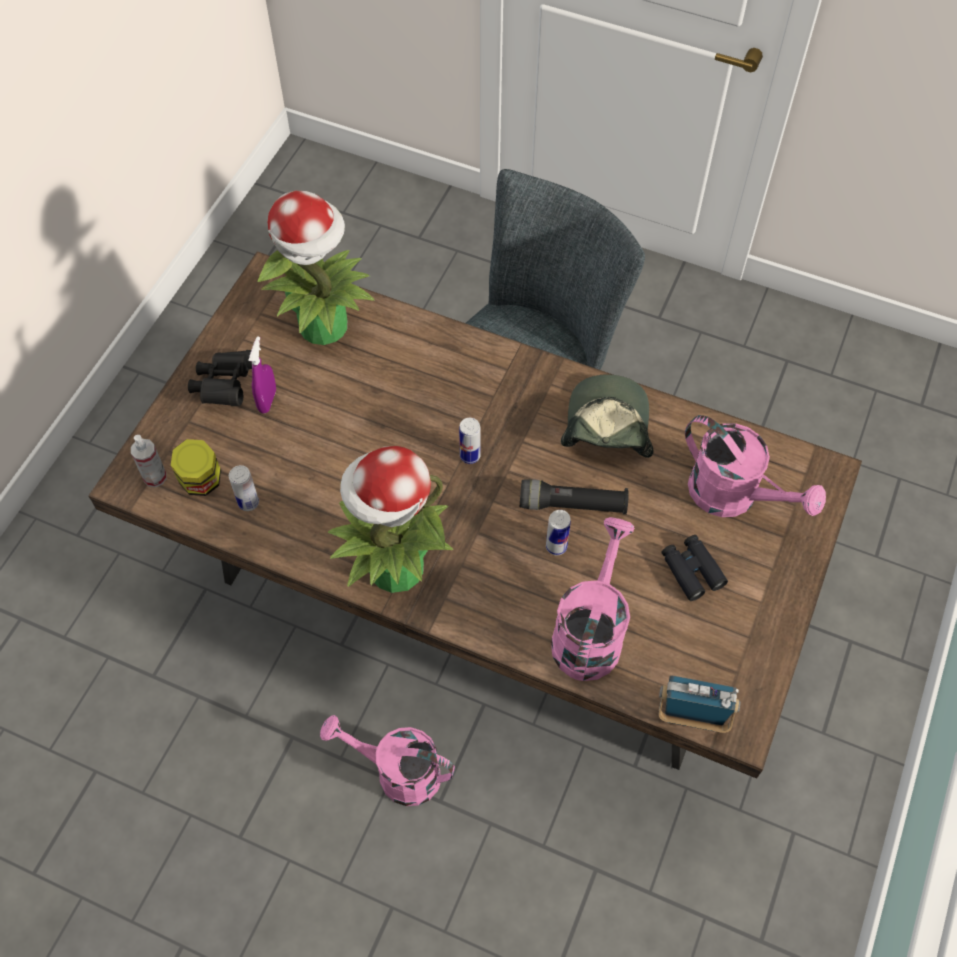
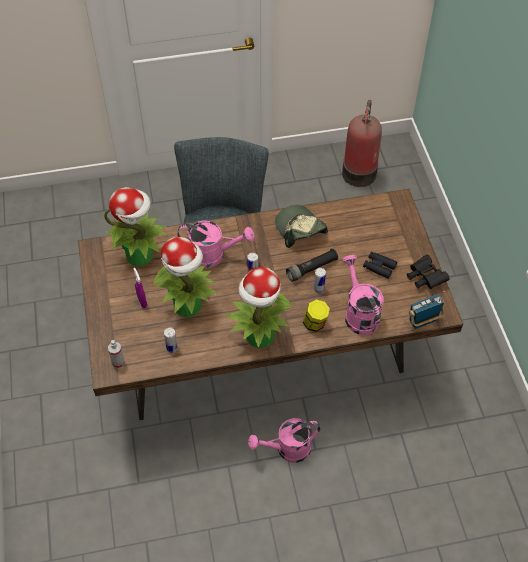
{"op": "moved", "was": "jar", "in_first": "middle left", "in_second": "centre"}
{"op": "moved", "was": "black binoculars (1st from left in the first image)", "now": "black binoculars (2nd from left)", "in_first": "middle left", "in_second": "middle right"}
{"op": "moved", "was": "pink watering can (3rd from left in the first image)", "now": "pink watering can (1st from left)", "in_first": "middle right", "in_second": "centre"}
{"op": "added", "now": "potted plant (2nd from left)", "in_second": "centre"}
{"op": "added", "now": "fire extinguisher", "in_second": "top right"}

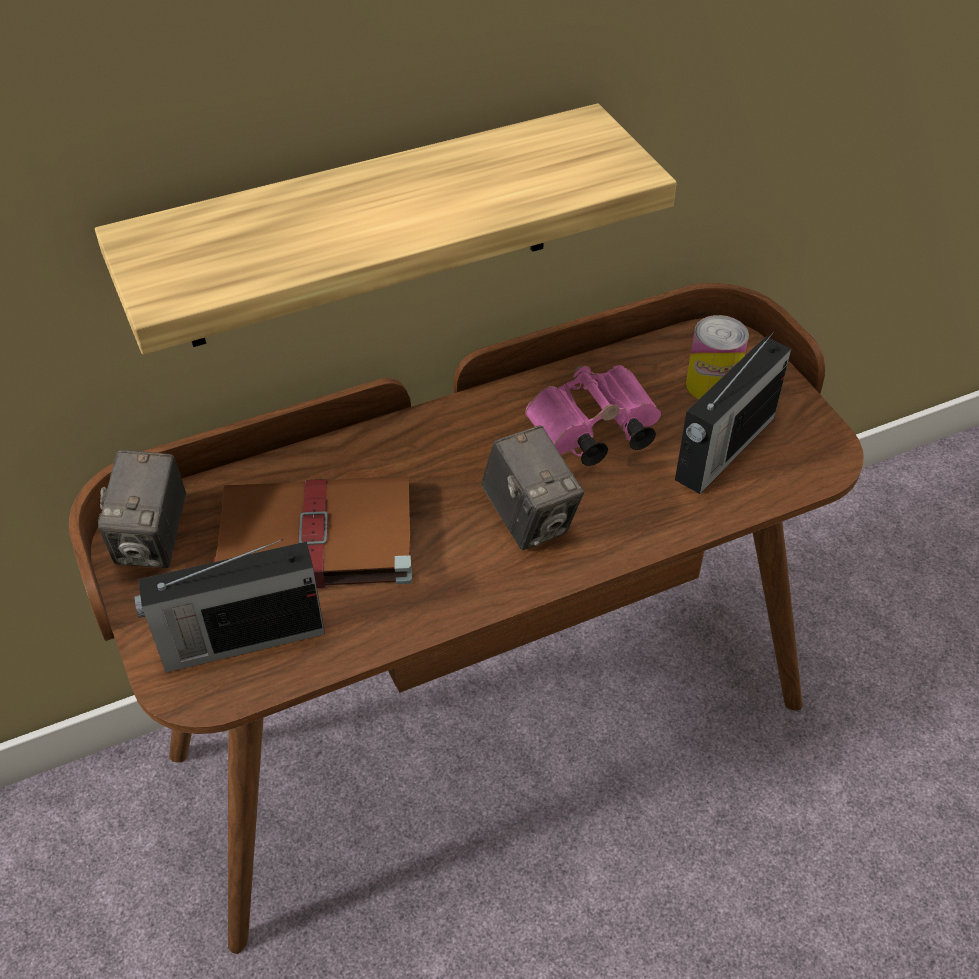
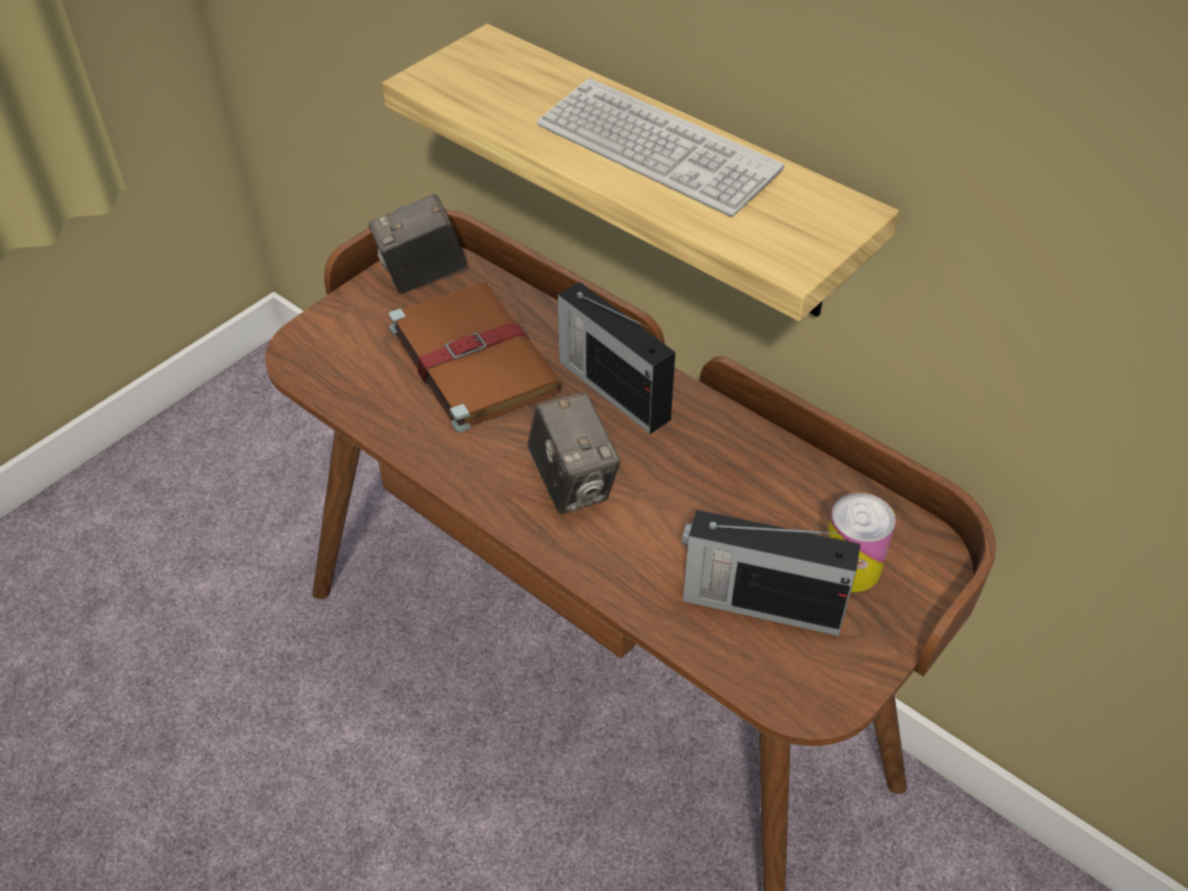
{"op": "moved", "was": "radio (1st from left)", "in_first": "middle left", "in_second": "centre"}
{"op": "turned", "was": "photo camera (2nd from left)", "in_first": "centre", "in_second": "centre", "clockwise": -60}
{"op": "removed", "was": "pink binoculars", "in_first": "centre"}
{"op": "added", "now": "keyboard", "in_second": "top centre"}

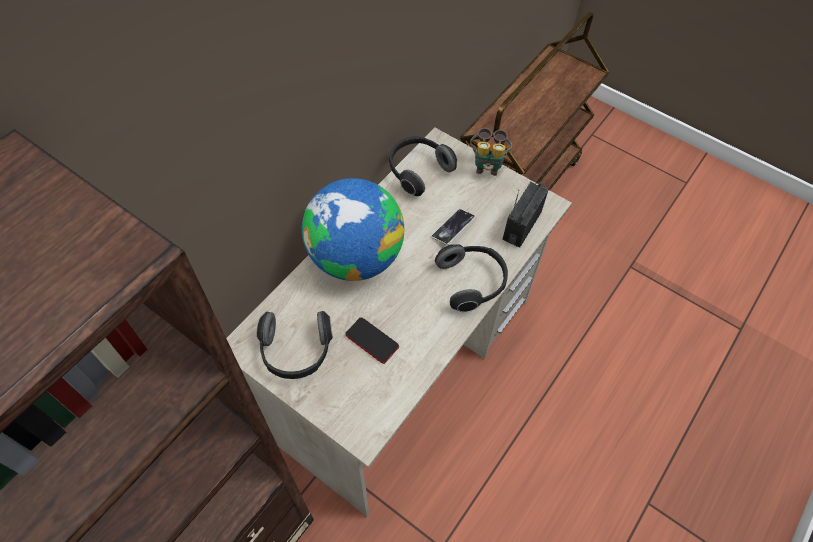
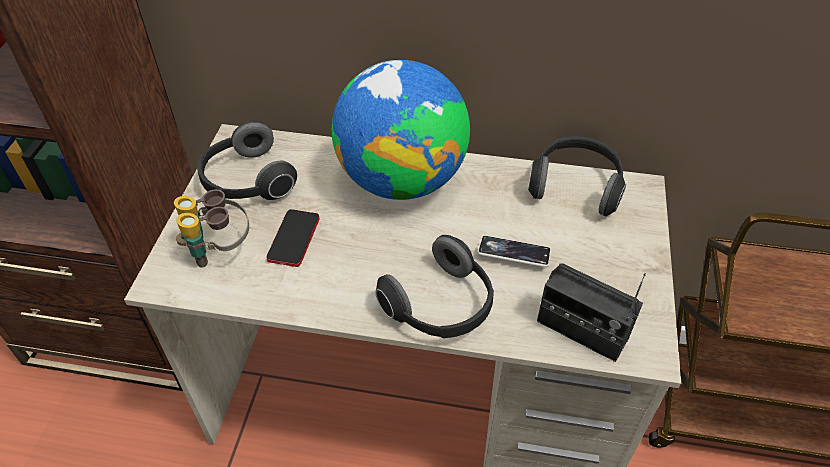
{"op": "moved", "was": "binoculars", "in_first": "top centre", "in_second": "middle left"}
{"op": "turned", "was": "radio", "in_first": "centre", "in_second": "bottom right", "clockwise": -150}

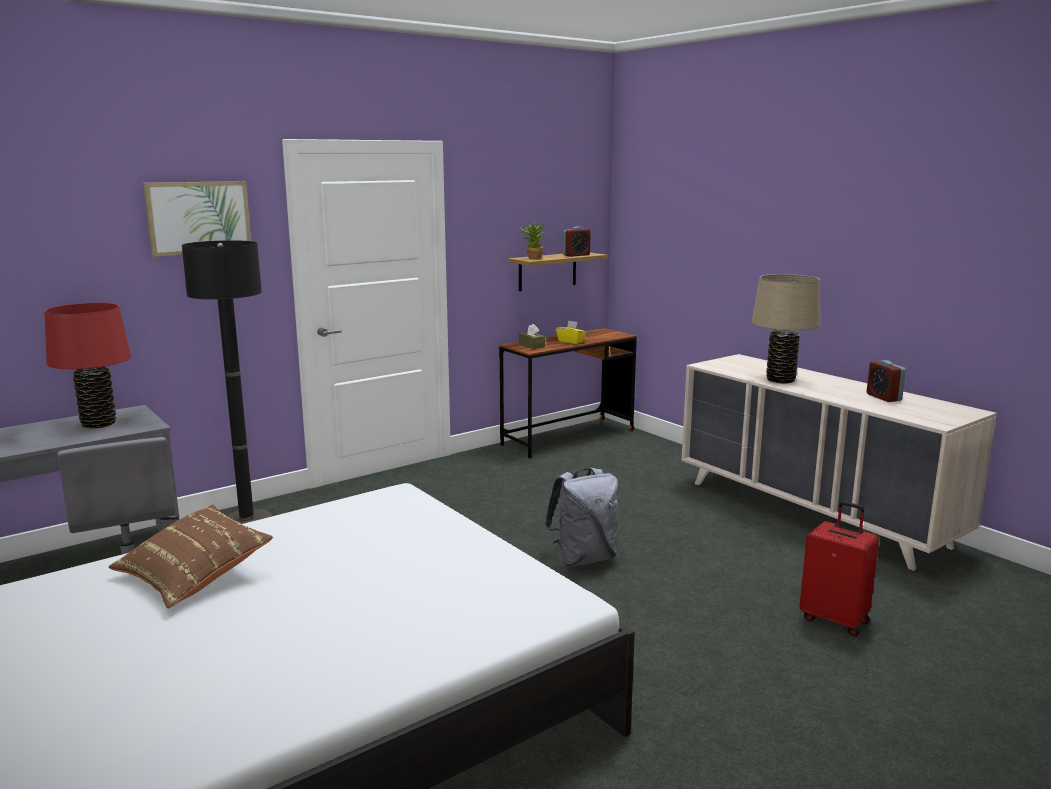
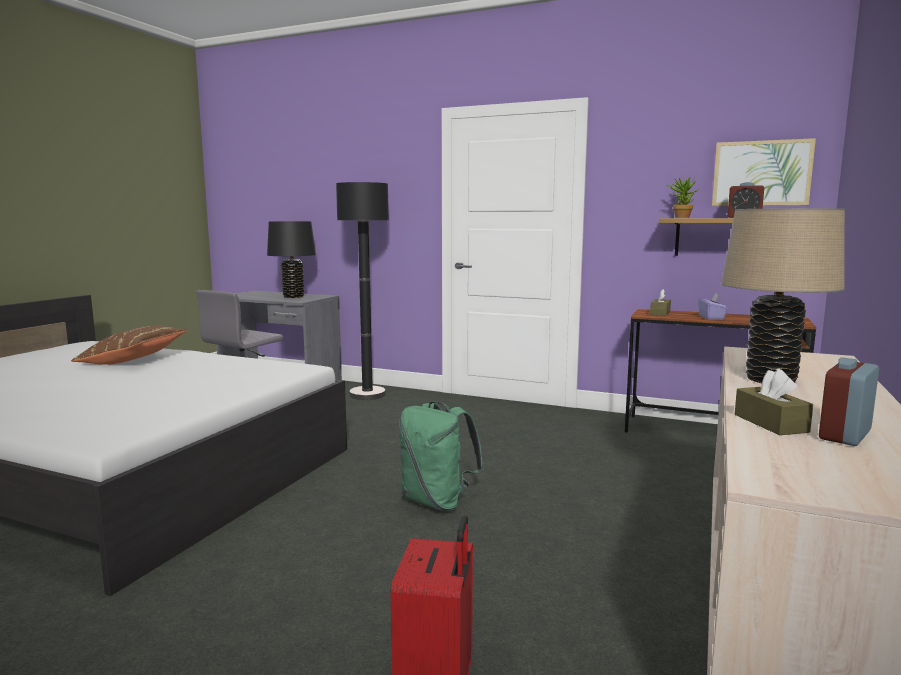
{"op": "recoloured", "was": "red table lamp", "now": "black table lamp", "in_first": "middle left", "in_second": "middle left"}
{"op": "moved", "was": "picture", "in_first": "top left", "in_second": "top right"}
{"op": "recoloured", "was": "grey backpack", "now": "green backpack", "in_first": "centre", "in_second": "bottom centre"}
{"op": "recoloured", "was": "yellow tissue box", "now": "purple tissue box", "in_first": "centre", "in_second": "middle right"}
{"op": "added", "now": "brown tissue box (2nd from left)", "in_second": "middle right"}

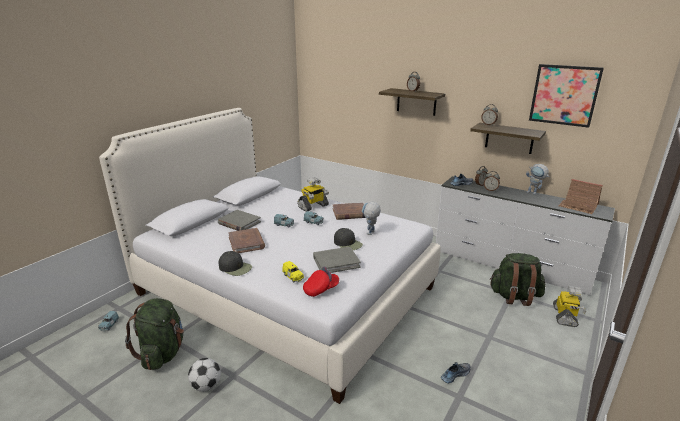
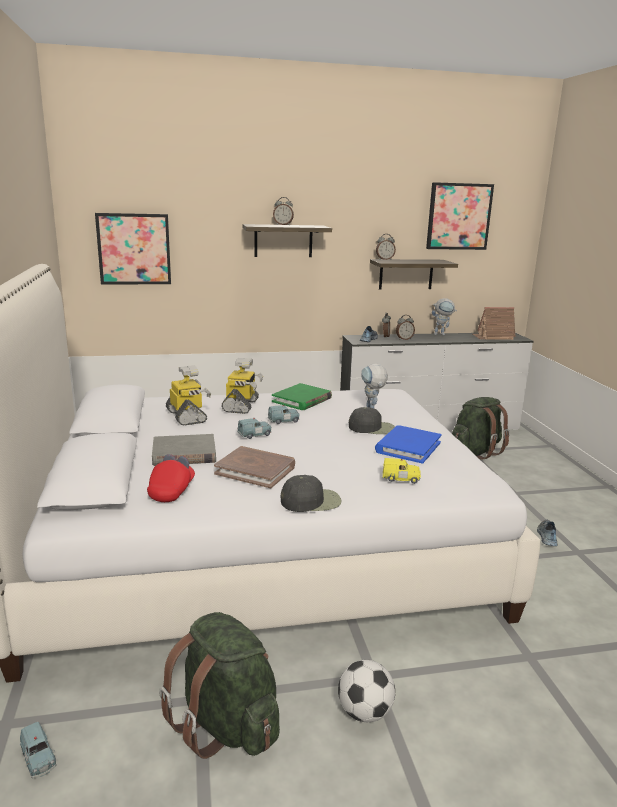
{"op": "moved", "was": "red cap", "in_first": "bottom centre", "in_second": "middle left"}
{"op": "recoloured", "was": "grey book (2nd from left)", "now": "blue book", "in_first": "centre", "in_second": "centre"}
{"op": "recoloured", "was": "brown book (2nd from left)", "now": "green book", "in_first": "centre", "in_second": "centre"}
{"op": "moved", "was": "toy robot (4th from left in the first image)", "now": "toy robot (1st from left)", "in_first": "bottom right", "in_second": "middle left"}
{"op": "added", "now": "picture (1st from left)", "in_second": "top left"}

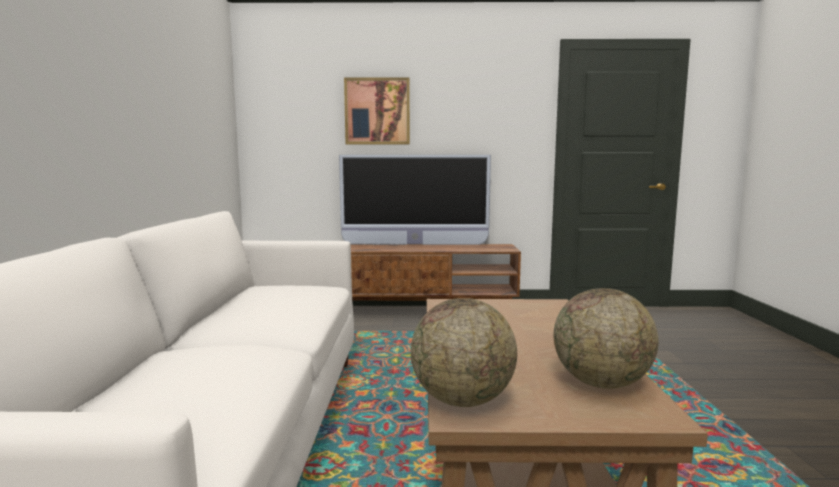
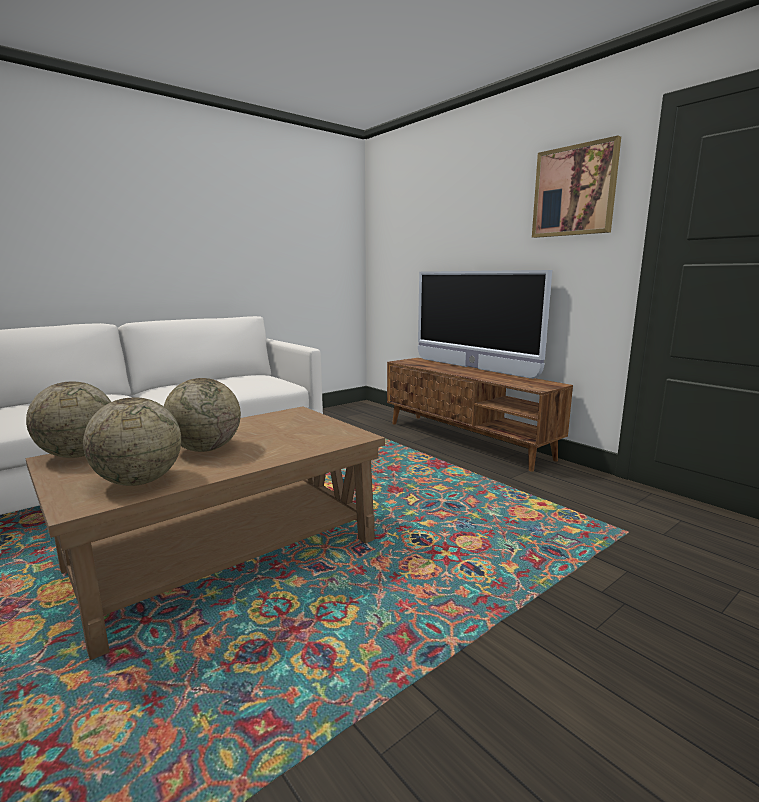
{"op": "moved", "was": "picture", "in_first": "top centre", "in_second": "top right"}
{"op": "added", "now": "globe (3rd from left)", "in_second": "middle left"}

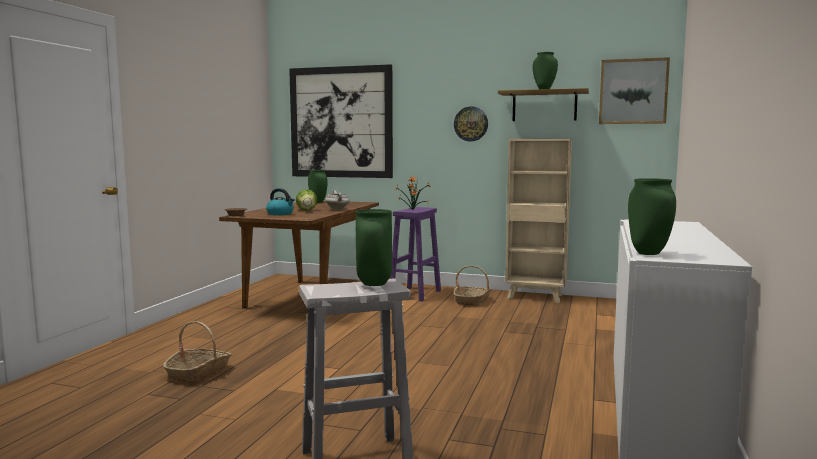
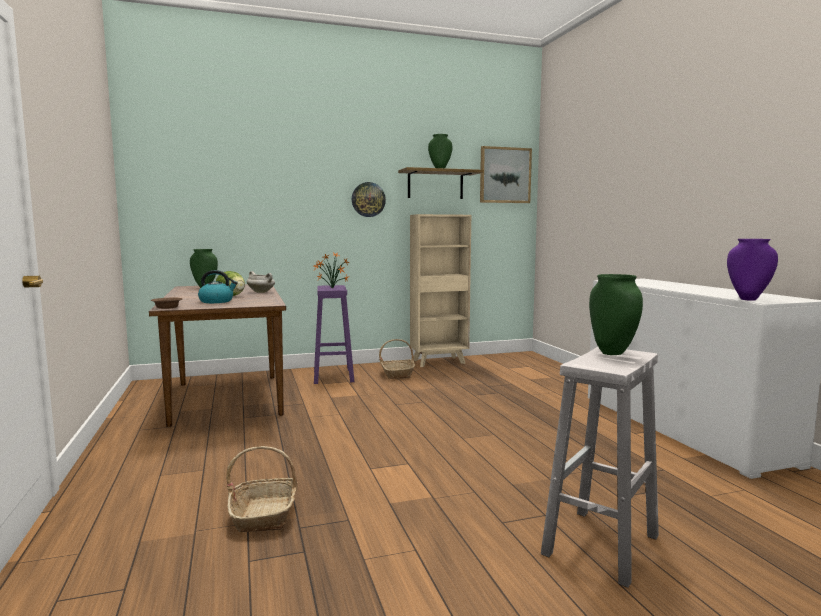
{"op": "removed", "was": "picture (1st from left)", "in_first": "top centre"}
{"op": "recoloured", "was": "green vase (4th from left)", "now": "purple vase", "in_first": "middle right", "in_second": "middle right"}

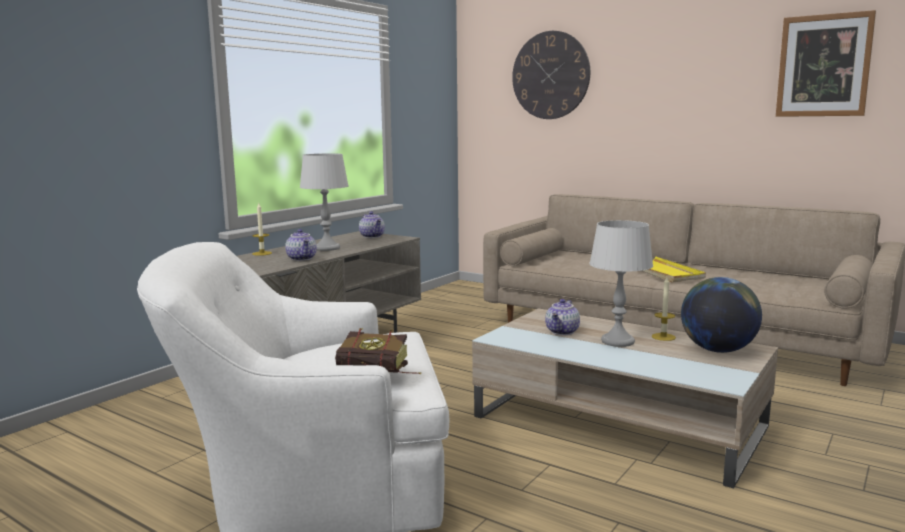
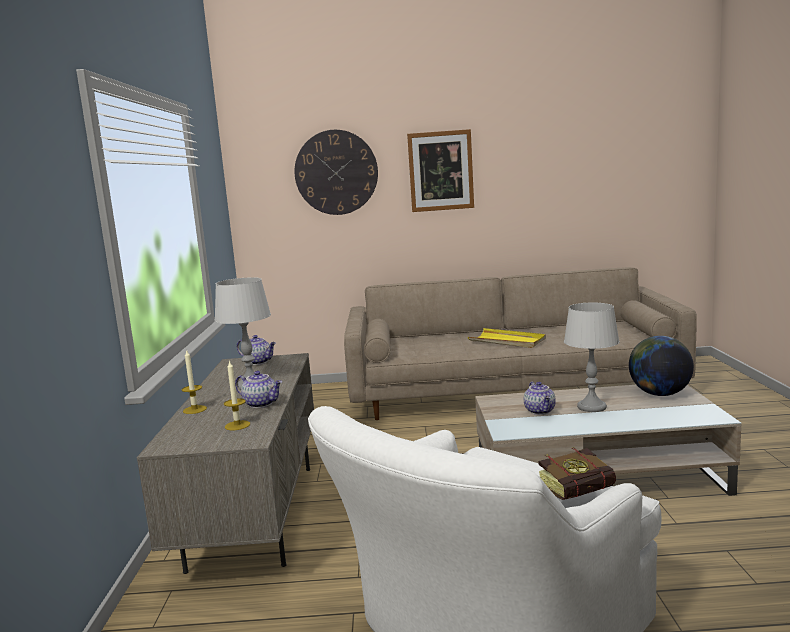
{"op": "moved", "was": "candle (2nd from left)", "in_first": "middle right", "in_second": "middle left"}
{"op": "moved", "was": "picture", "in_first": "top right", "in_second": "top centre"}

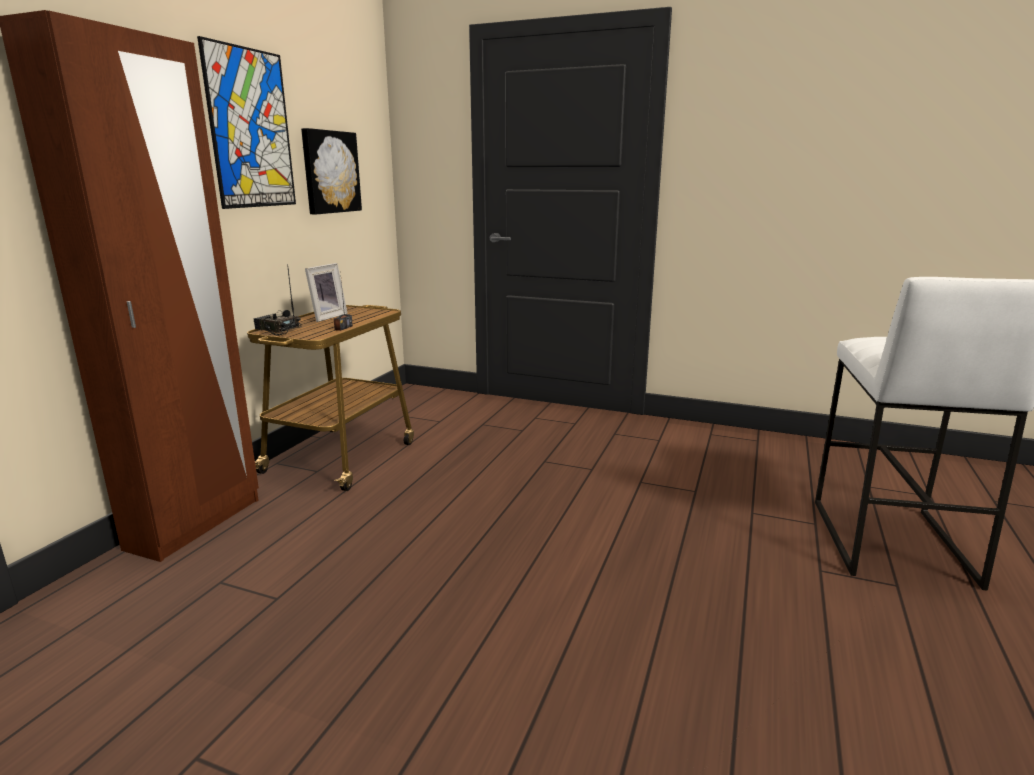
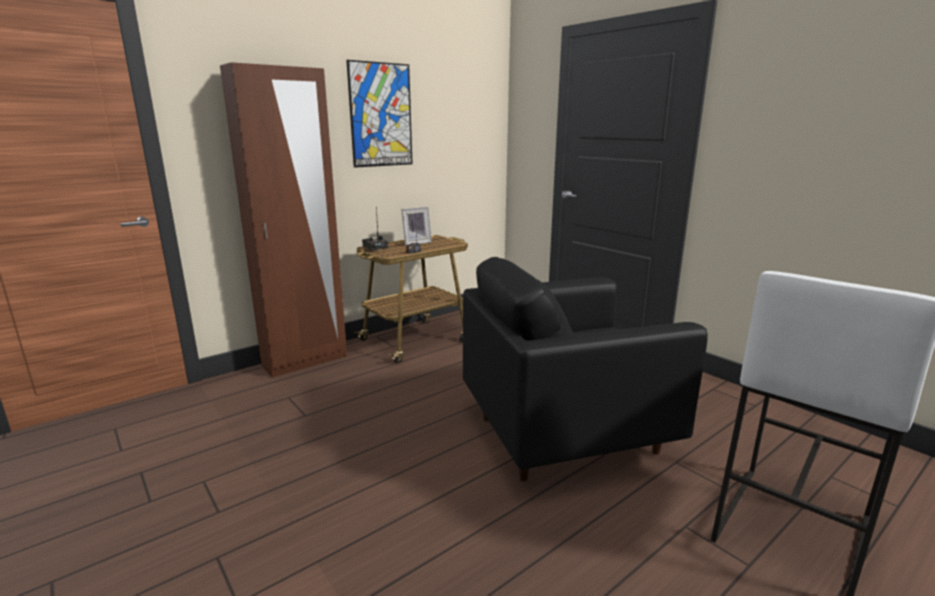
{"op": "removed", "was": "picture (2nd from left)", "in_first": "top left"}
{"op": "added", "now": "black armchair", "in_second": "centre"}

